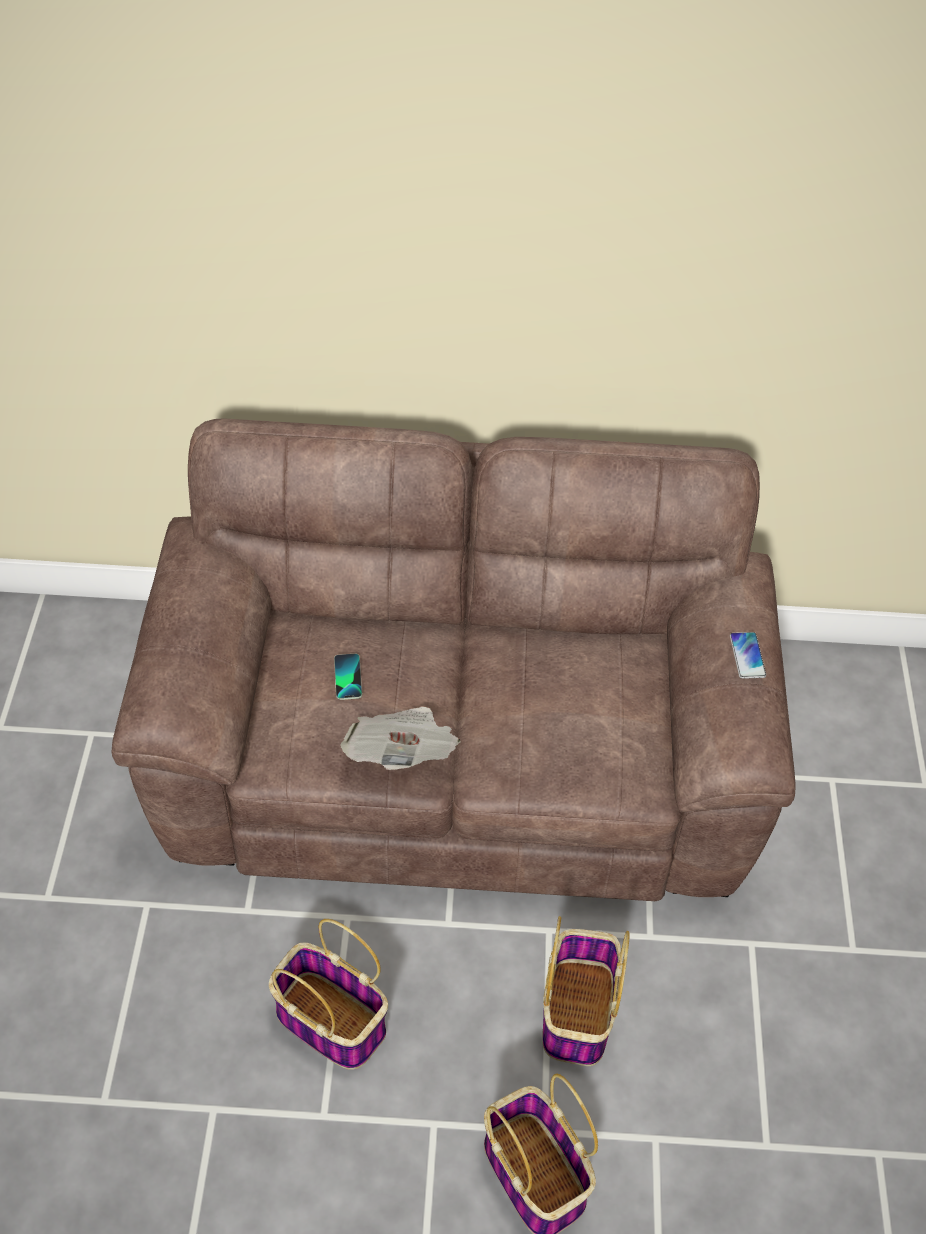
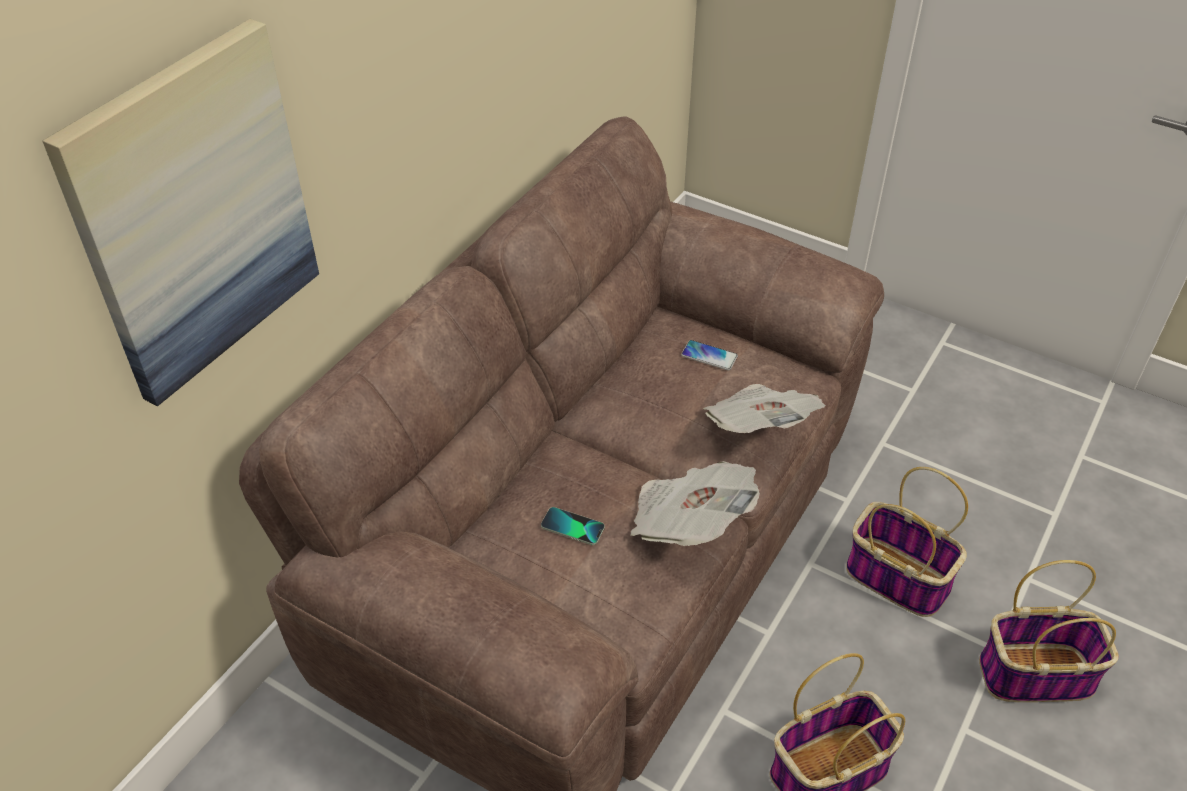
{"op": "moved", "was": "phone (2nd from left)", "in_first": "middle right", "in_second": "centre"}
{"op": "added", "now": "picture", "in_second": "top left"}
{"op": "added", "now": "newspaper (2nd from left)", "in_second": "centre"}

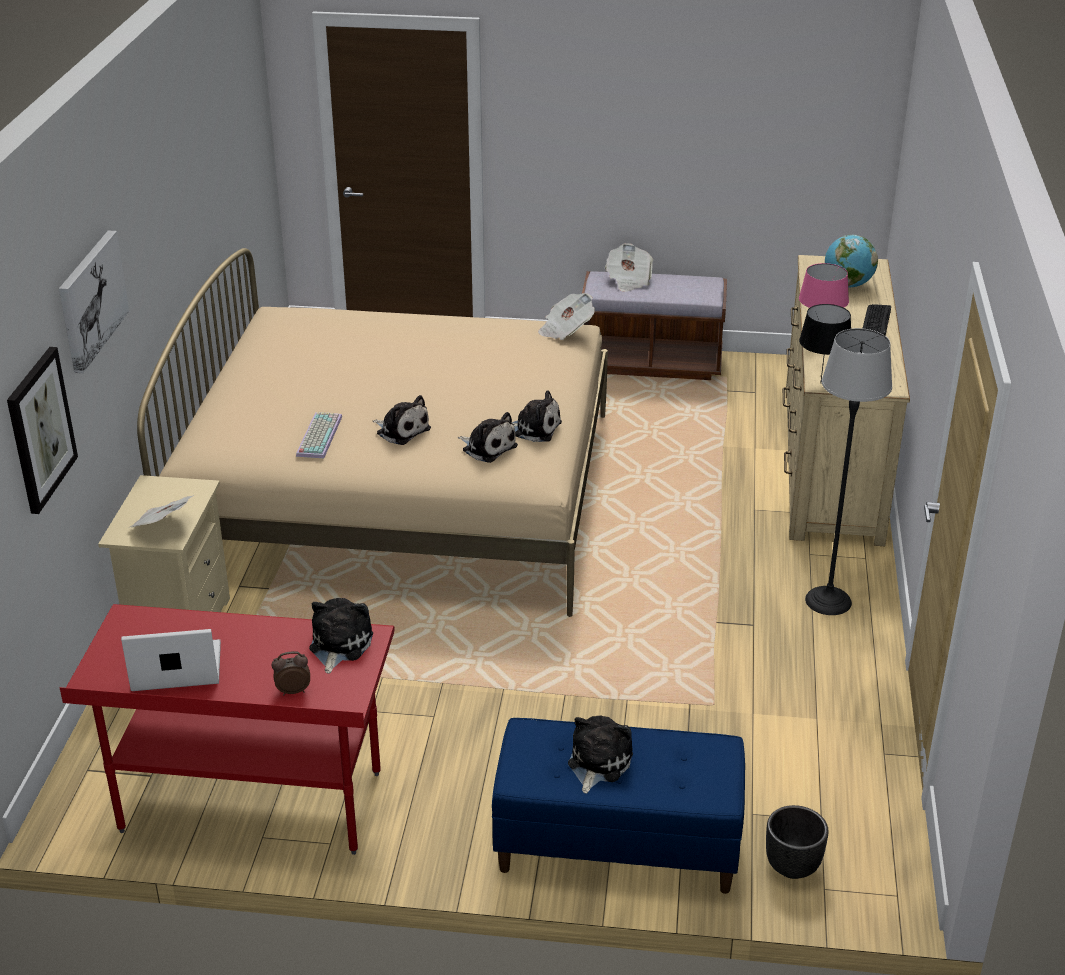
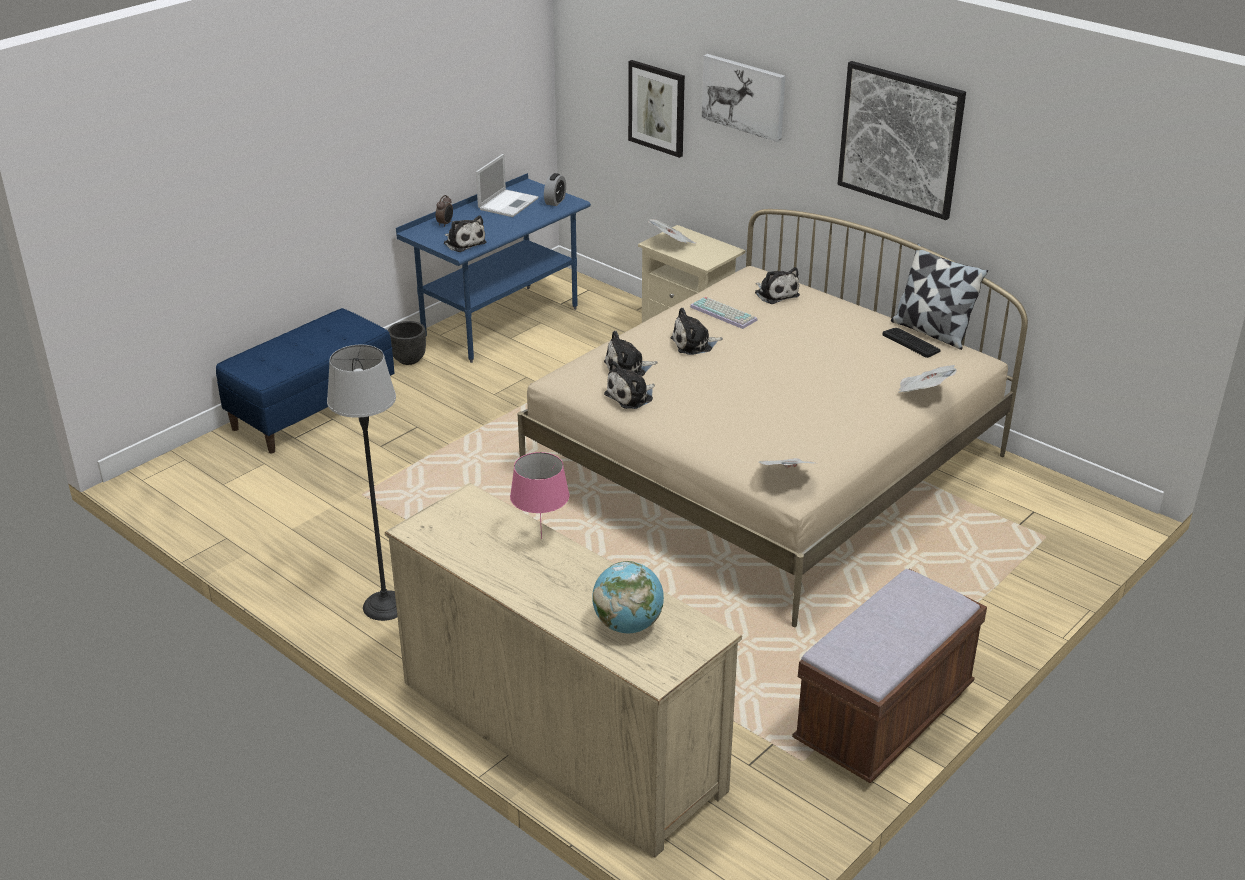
{"op": "recoloured", "was": "red desk", "now": "blue desk", "in_first": "bottom left", "in_second": "top centre"}
{"op": "moved", "was": "plush toy (5th from left)", "in_first": "bottom centre", "in_second": "top centre"}
{"op": "moved", "was": "newspaper (3rd from left)", "in_first": "top centre", "in_second": "middle right"}
{"op": "moved", "was": "black planter", "in_first": "bottom right", "in_second": "middle left"}
{"op": "removed", "was": "black table lamp", "in_first": "middle right"}
{"op": "moved", "was": "keyboard (2nd from left)", "in_first": "top right", "in_second": "middle right"}
{"op": "added", "now": "alarm clock (2nd from left)", "in_second": "top centre"}
{"op": "added", "now": "picture (3rd from left)", "in_second": "top right"}
{"op": "added", "now": "pillow", "in_second": "middle right"}

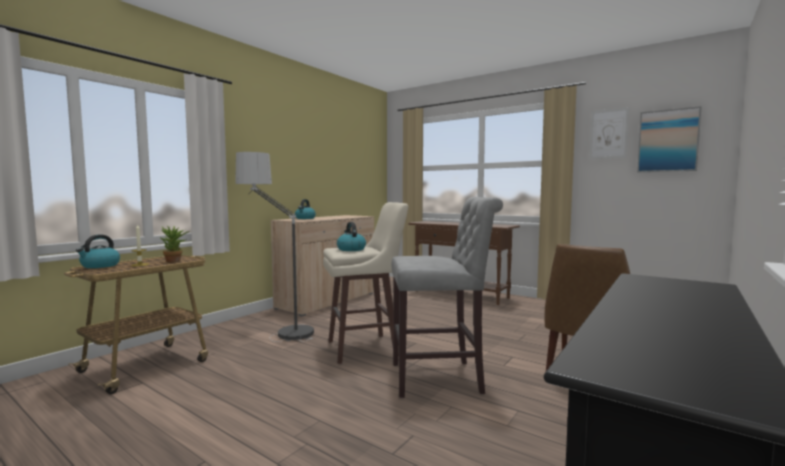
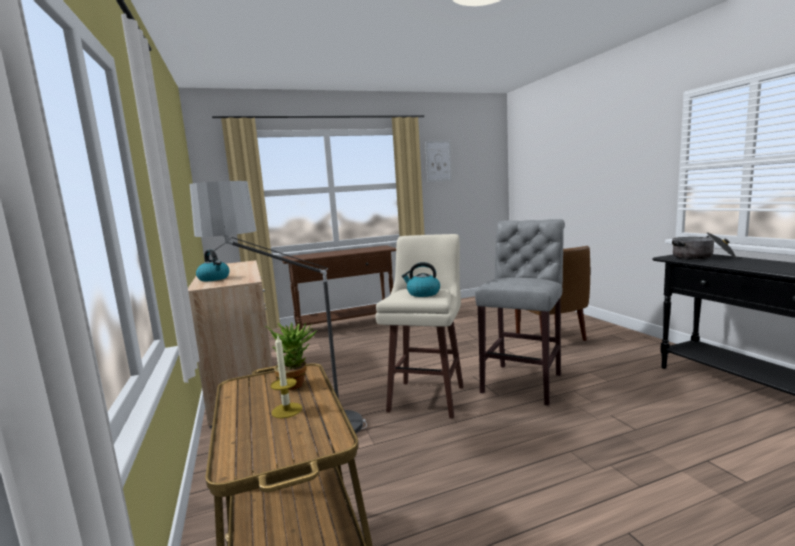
{"op": "removed", "was": "kettle (1st from left)", "in_first": "middle left"}
{"op": "removed", "was": "picture (2nd from left)", "in_first": "top right"}
{"op": "added", "now": "cooking pot", "in_second": "middle right"}

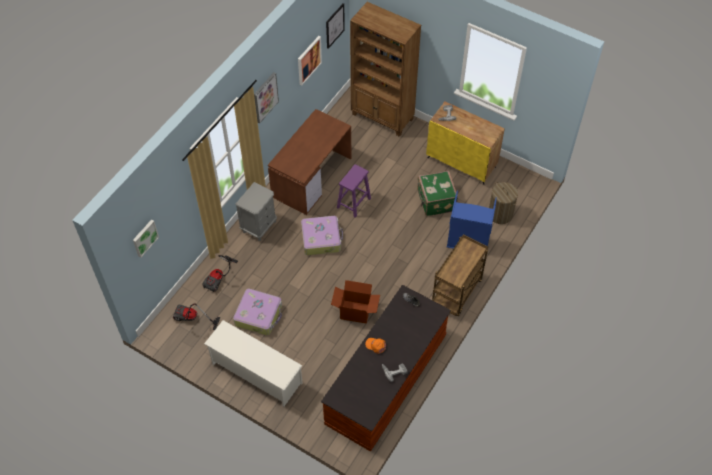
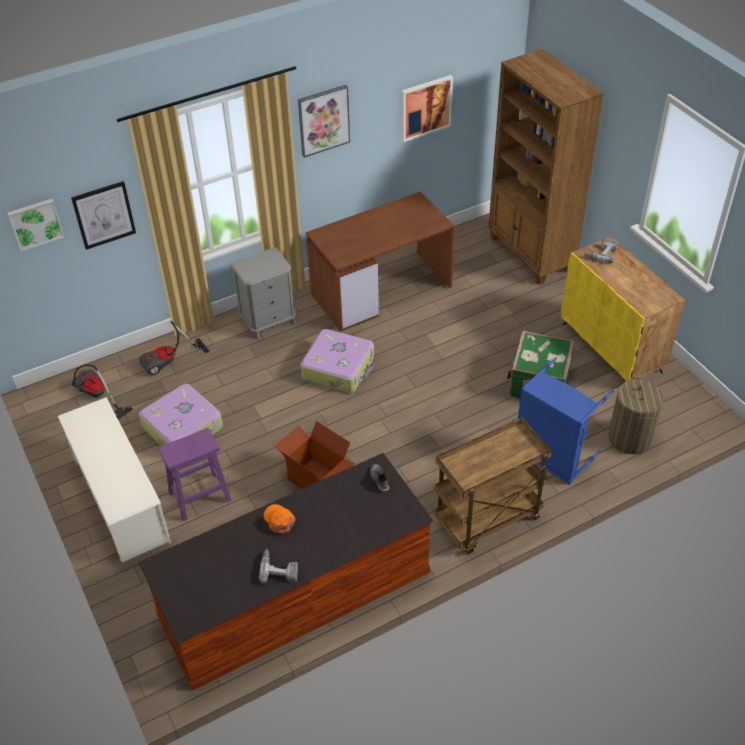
{"op": "moved", "was": "picture (4th from left in the first image)", "now": "picture (2nd from left)", "in_first": "top centre", "in_second": "top left"}
{"op": "moved", "was": "purple stool", "in_first": "centre", "in_second": "middle left"}

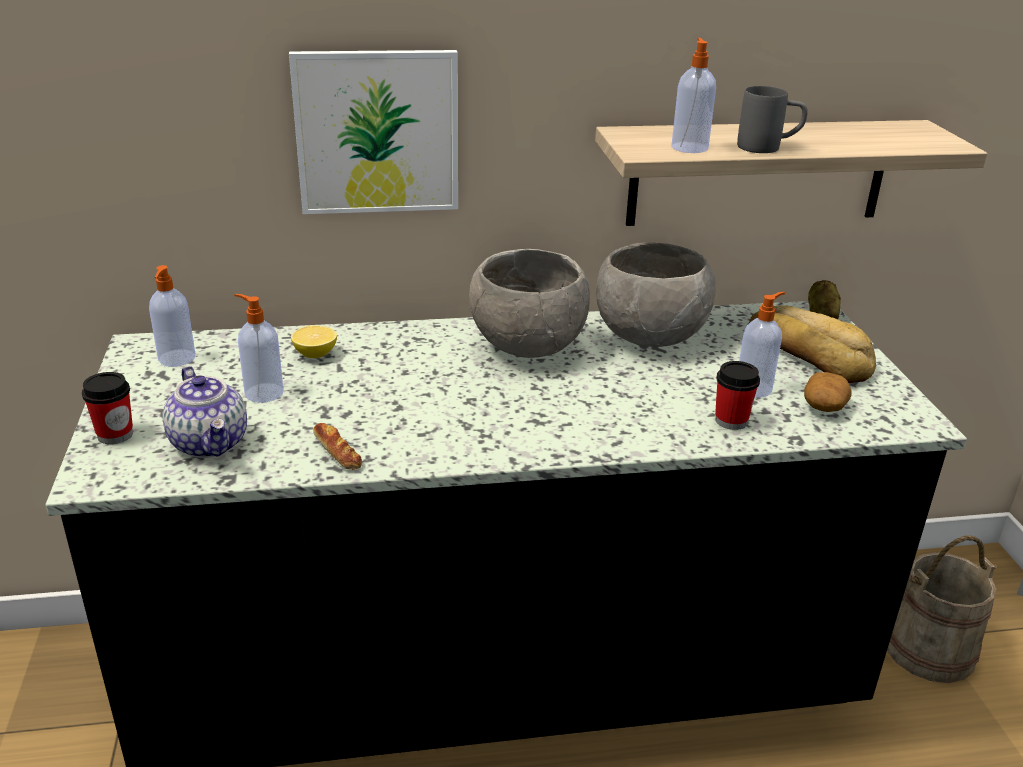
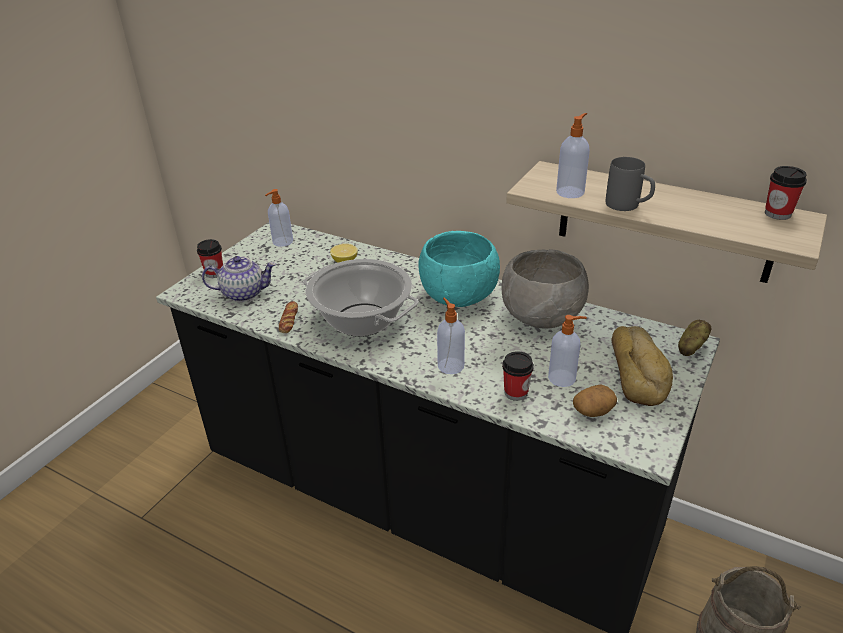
{"op": "turned", "was": "teapot", "in_first": "middle left", "in_second": "middle left", "clockwise": -105}
{"op": "moved", "was": "soap dispenser (2nd from left)", "in_first": "middle left", "in_second": "centre"}
{"op": "removed", "was": "picture", "in_first": "top centre"}
{"op": "recoloured", "was": "grey bowl (1st from left)", "now": "turquoise bowl", "in_first": "centre", "in_second": "centre"}
{"op": "added", "now": "cooking pot", "in_second": "centre"}
{"op": "added", "now": "cup (3rd from left)", "in_second": "top right"}

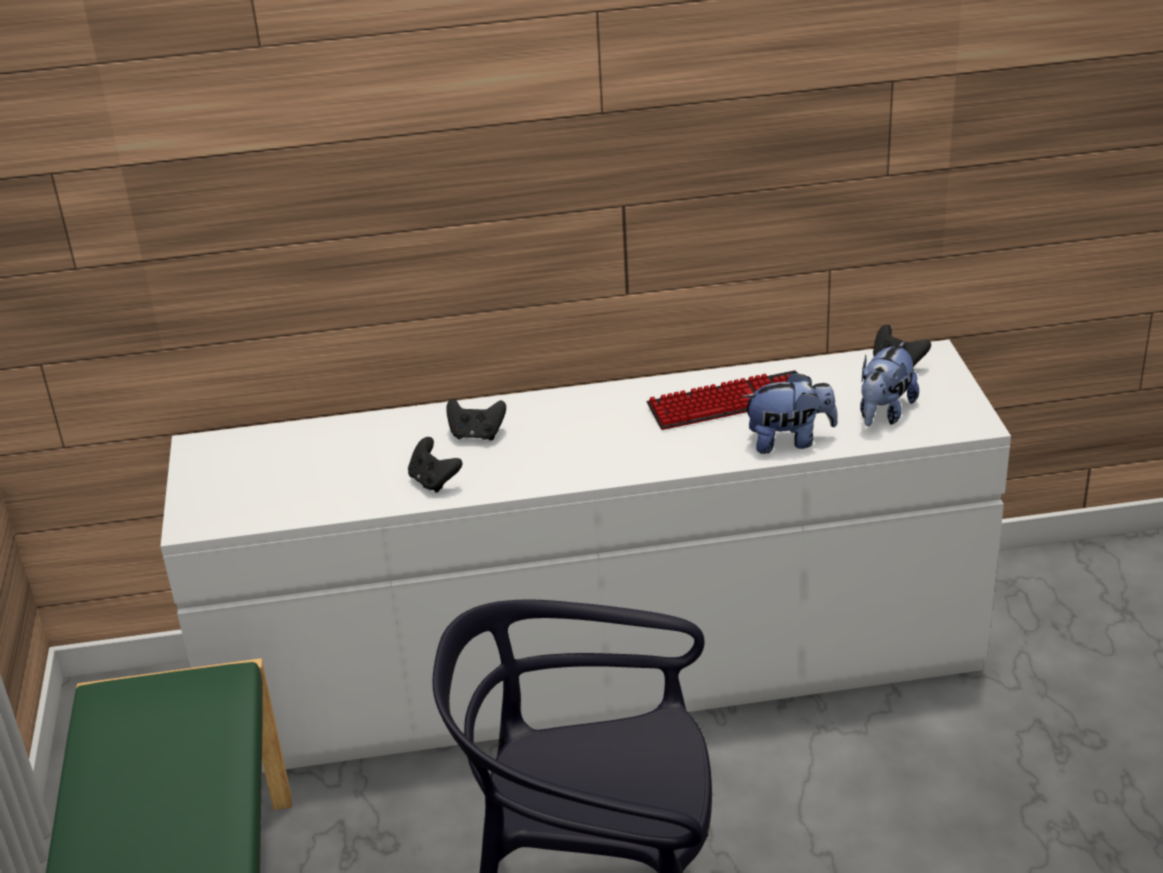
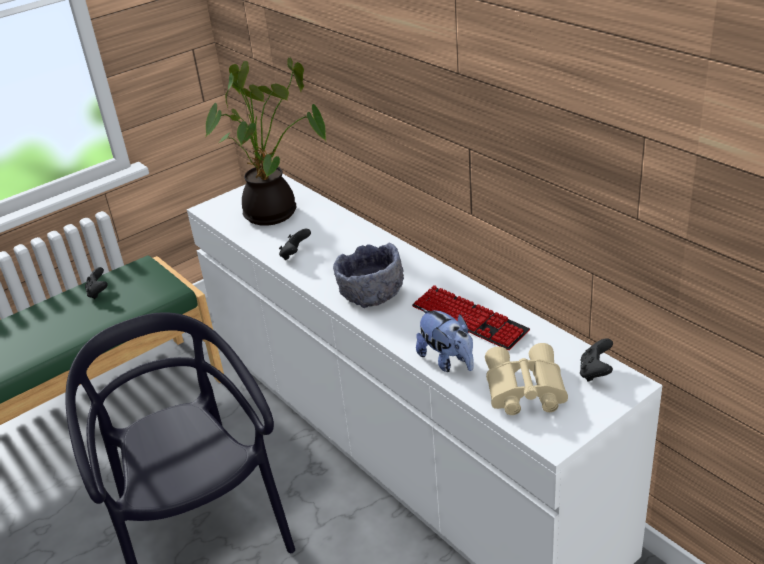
{"op": "moved", "was": "black game controller (2nd from left in the first image)", "now": "black game controller (1st from left)", "in_first": "centre", "in_second": "middle left"}
{"op": "replaced", "was": "plush toy (2nd from left)", "now": "beige binoculars", "in_first": "middle right", "in_second": "bottom right"}
{"op": "added", "now": "potted plant", "in_second": "top centre"}
{"op": "added", "now": "grey bowl", "in_second": "centre"}

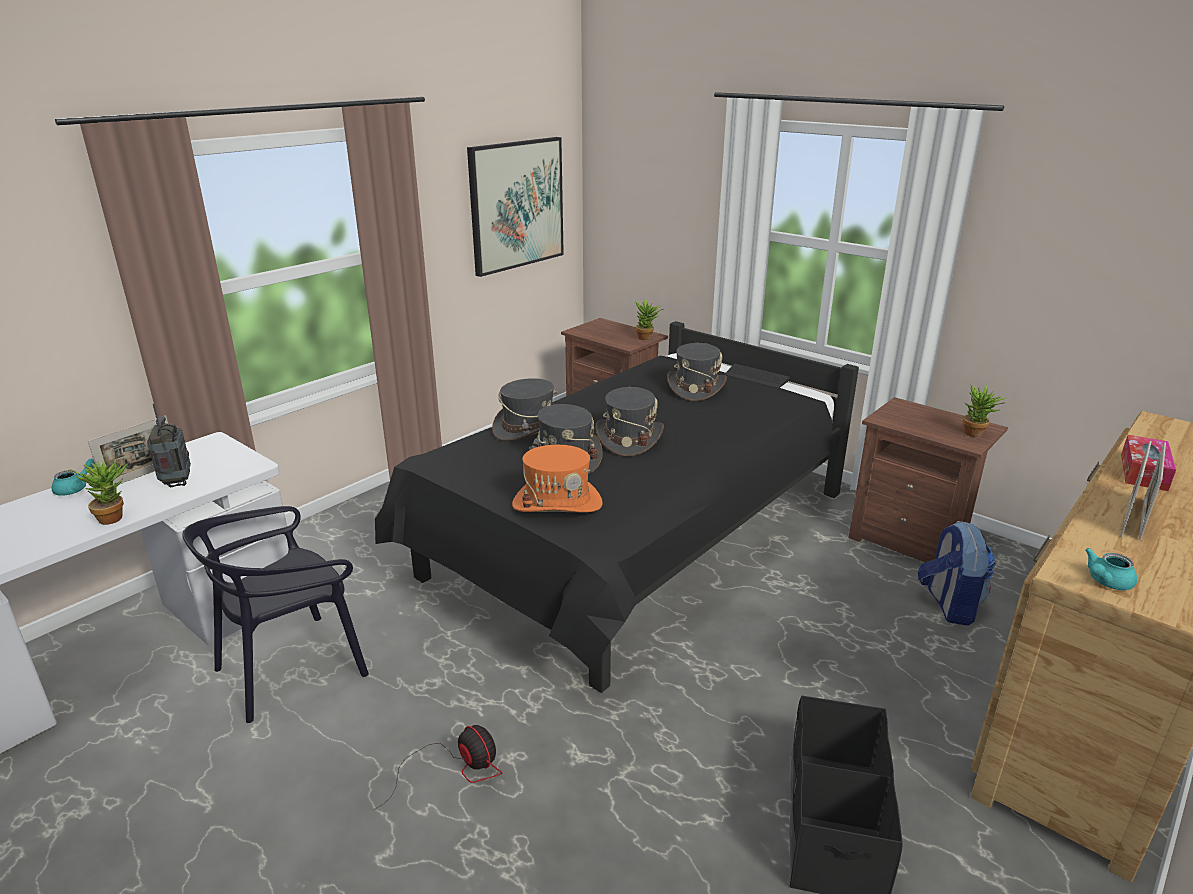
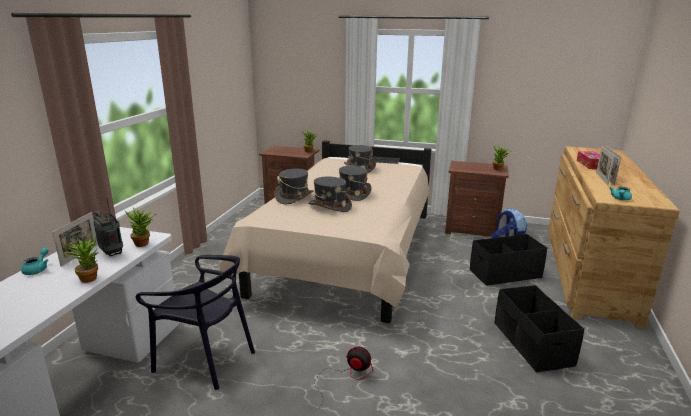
{"op": "turned", "was": "black chair", "in_first": "bottom left", "in_second": "bottom left", "clockwise": -90}
{"op": "recoloured", "was": "black bed", "now": "beige bed", "in_first": "centre", "in_second": "centre"}
{"op": "removed", "was": "picture", "in_first": "top centre"}
{"op": "removed", "was": "orange hat", "in_first": "centre"}
{"op": "added", "now": "potted plant (2nd from left)", "in_second": "middle left"}
{"op": "added", "now": "black storage box (1st from left)", "in_second": "middle right"}

